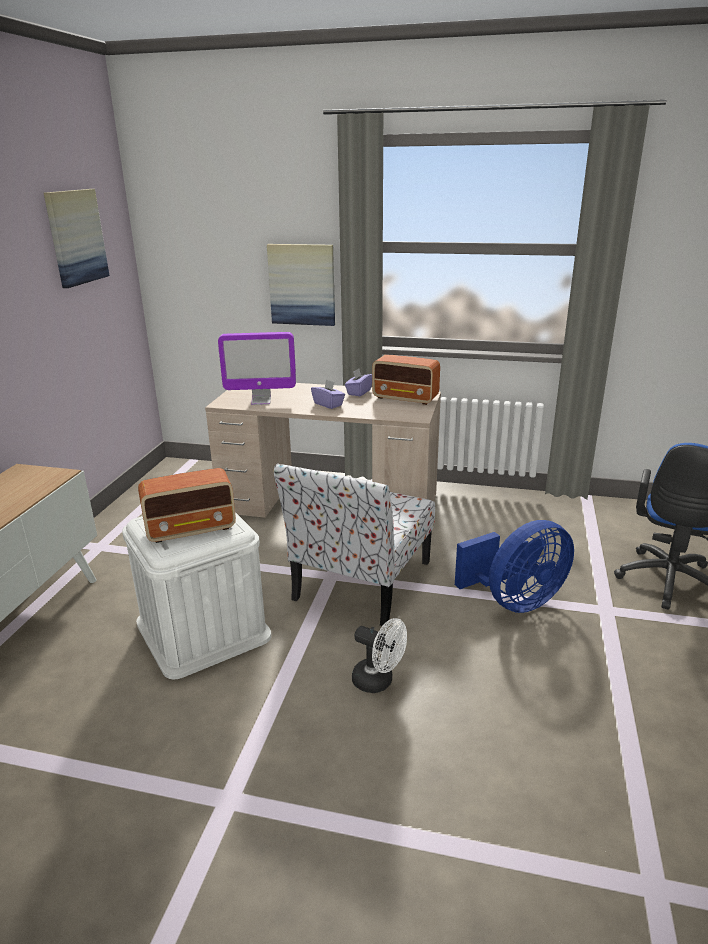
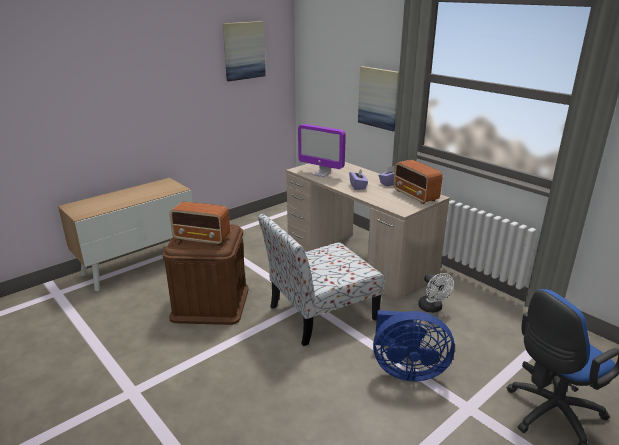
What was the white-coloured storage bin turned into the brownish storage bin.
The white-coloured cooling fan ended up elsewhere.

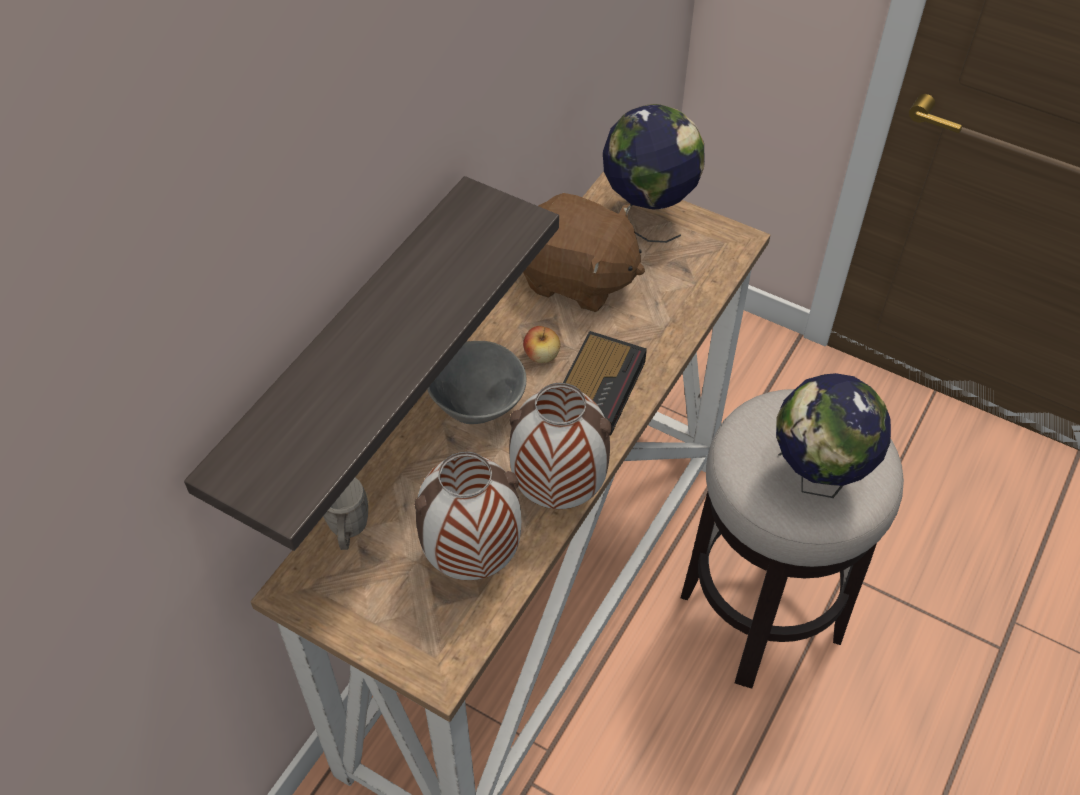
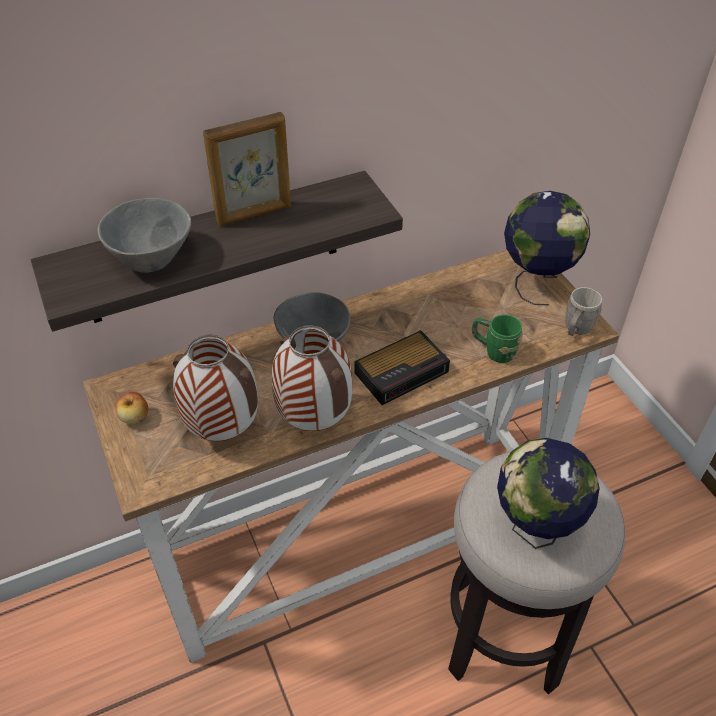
The second view lost the brownish soft toy.
The apple ended up elsewhere.
The greyish coffee mug ended up elsewhere.
The second view gained the photo frame.
The second view gained the greyish serving bowl (no. 1 from left).
The second view gained the greenish coffee mug.

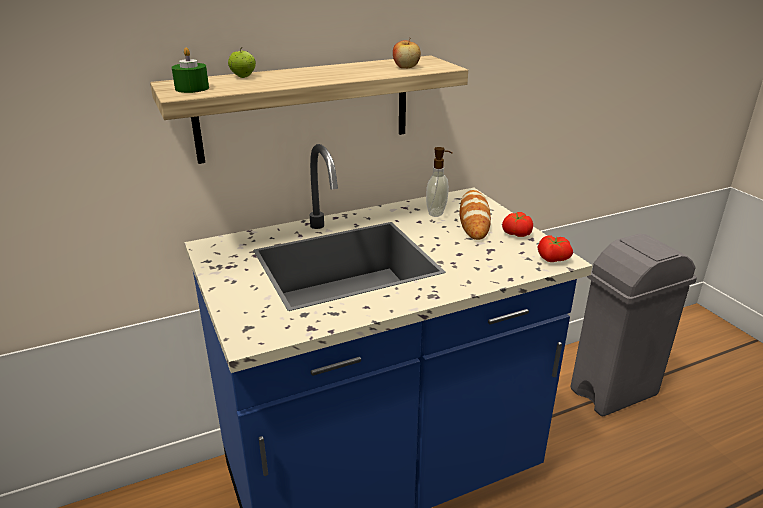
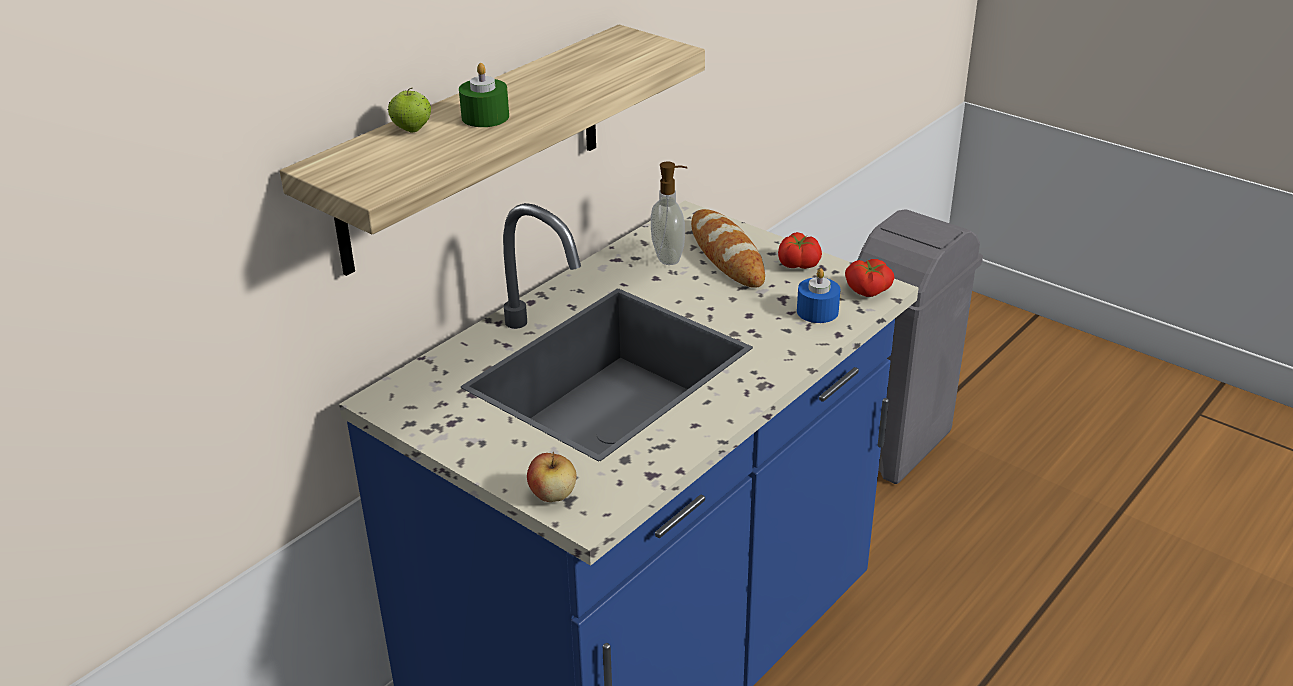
The apple (no. 2 from left) ended up elsewhere.
The greenish wax light ended up elsewhere.
The second view gained the bluish wax light.

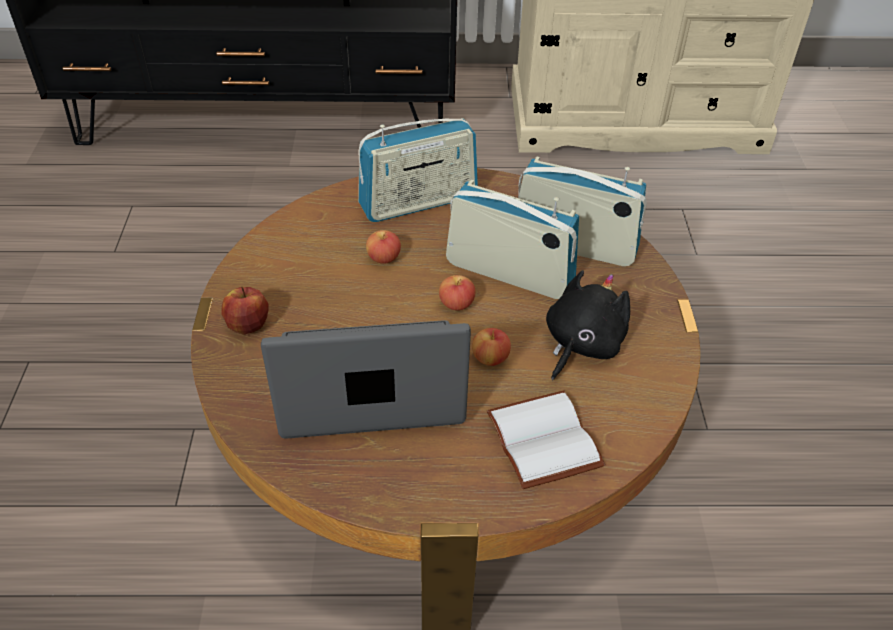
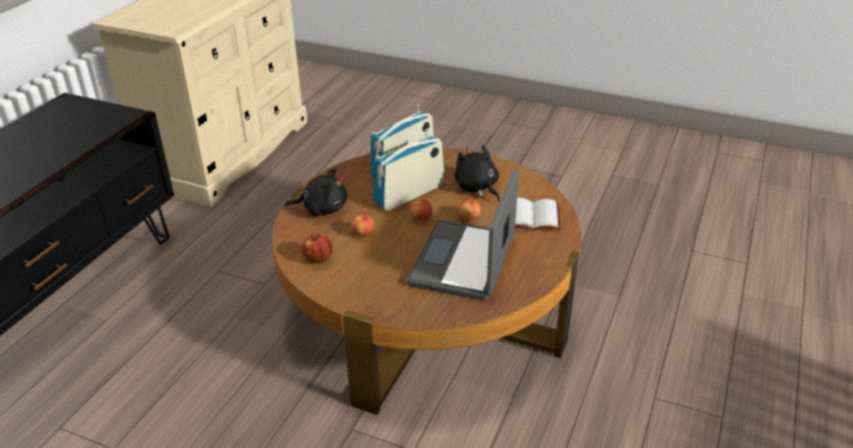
Where the radio (no. 1 from left) stood, the blackish soft toy (no. 1 from left) came to stand.
The apple (no. 1 from left) ended up elsewhere.

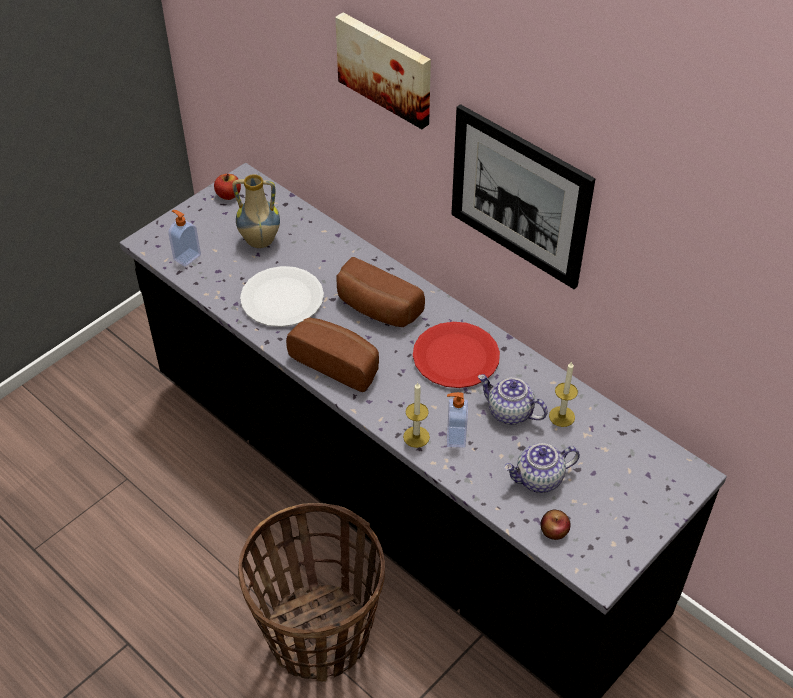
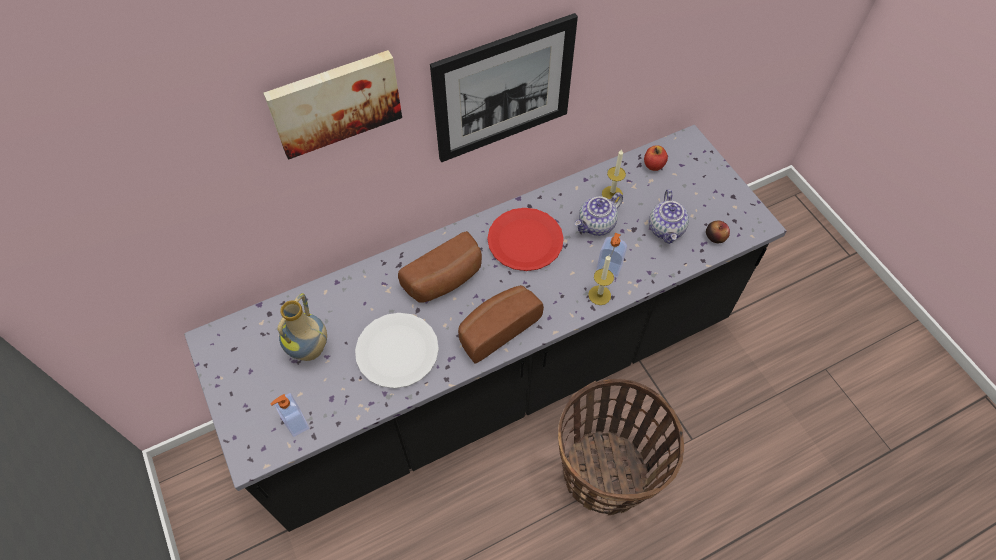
The apple (no. 1 from left) ended up elsewhere.

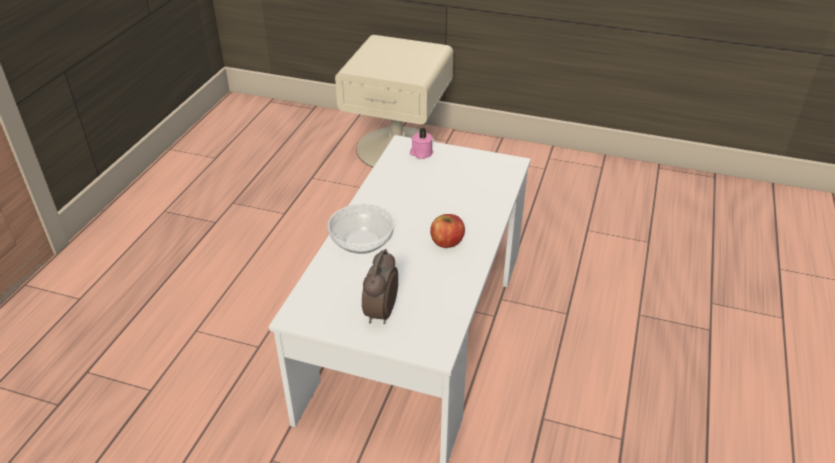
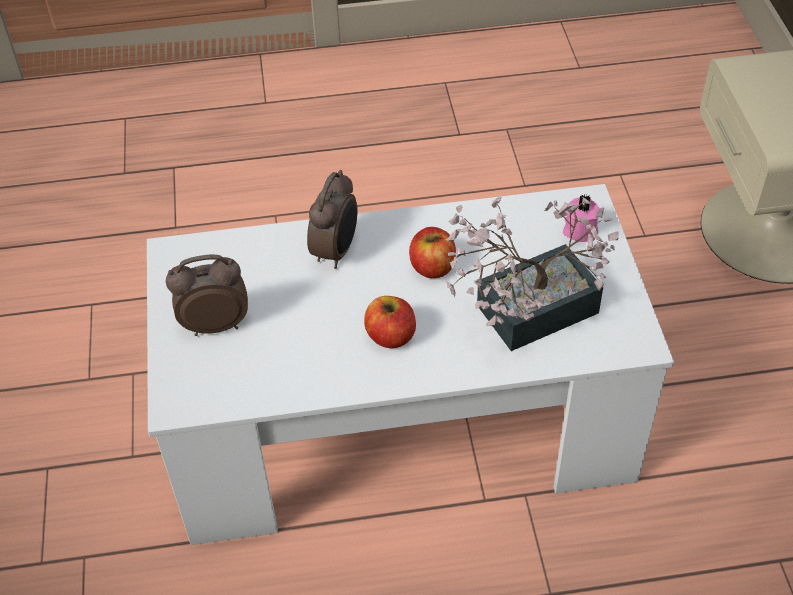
Where the serving bowl stood, the table clock (no. 2 from left) came to stand.
The second view gained the houseplant.
The second view gained the apple (no. 2 from left).

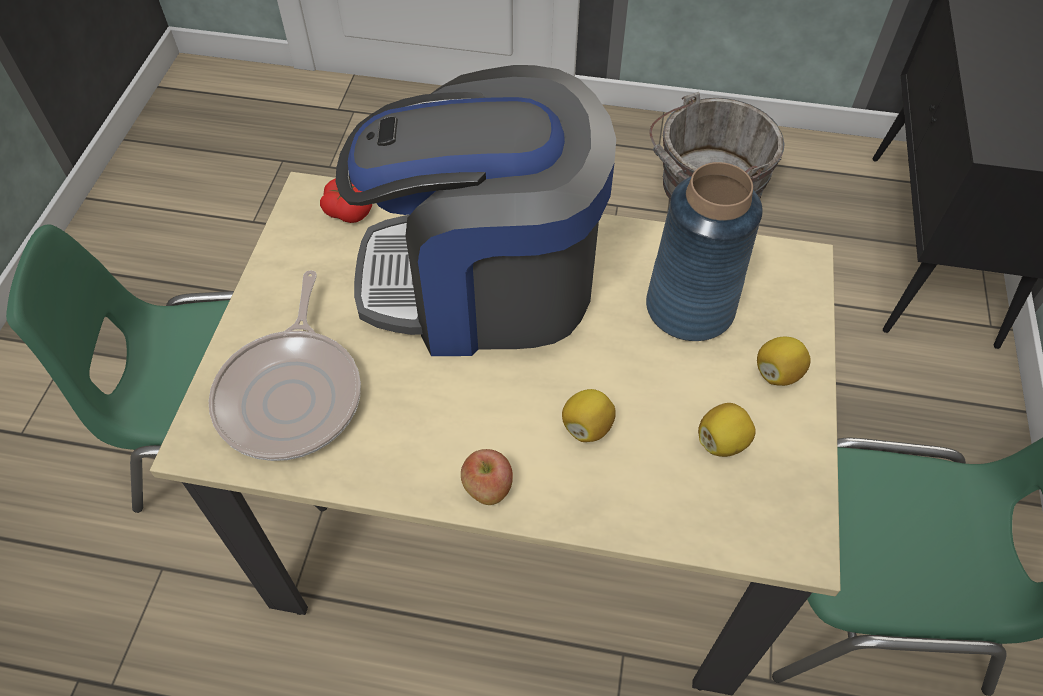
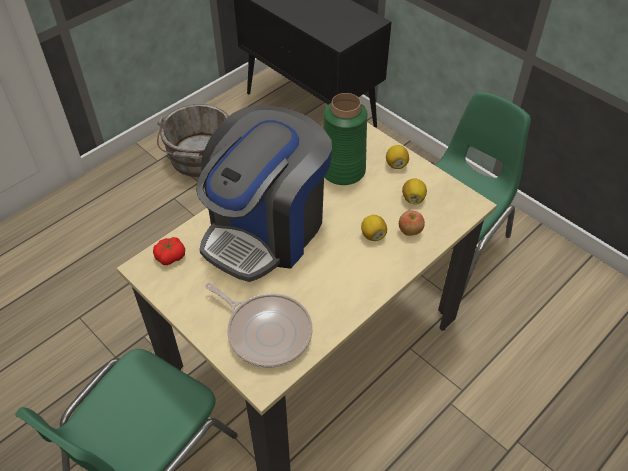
What was the bluish decorative vase turned into the greenish decorative vase.
The apple ended up elsewhere.

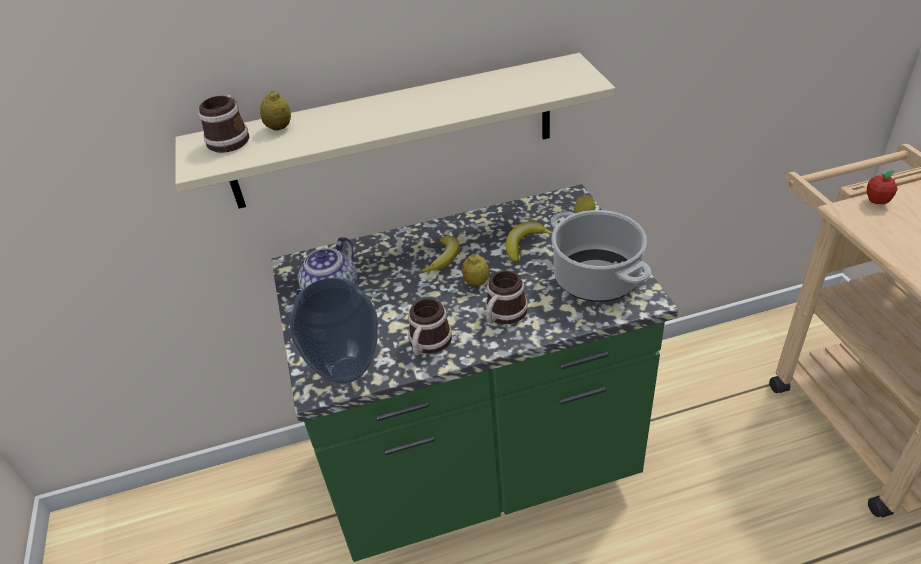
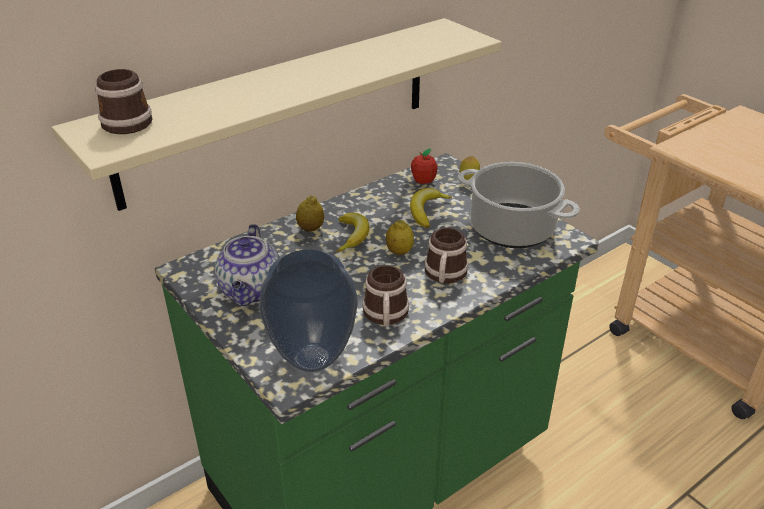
The citrus fruit (no. 1 from left) ended up elsewhere.
The apple ended up elsewhere.

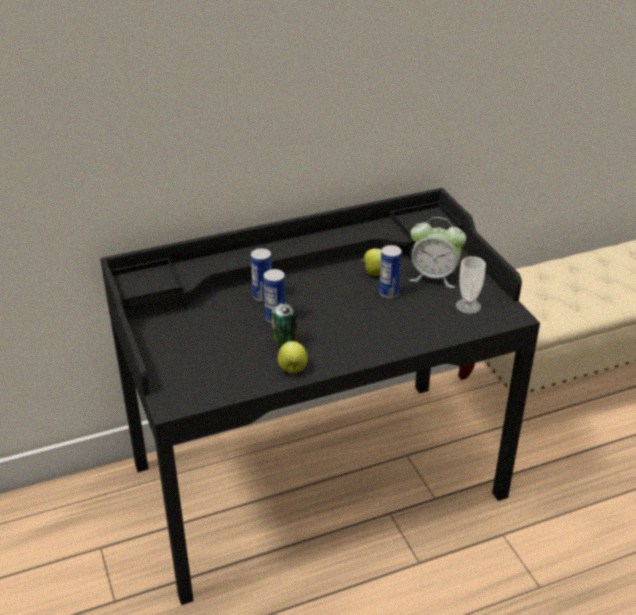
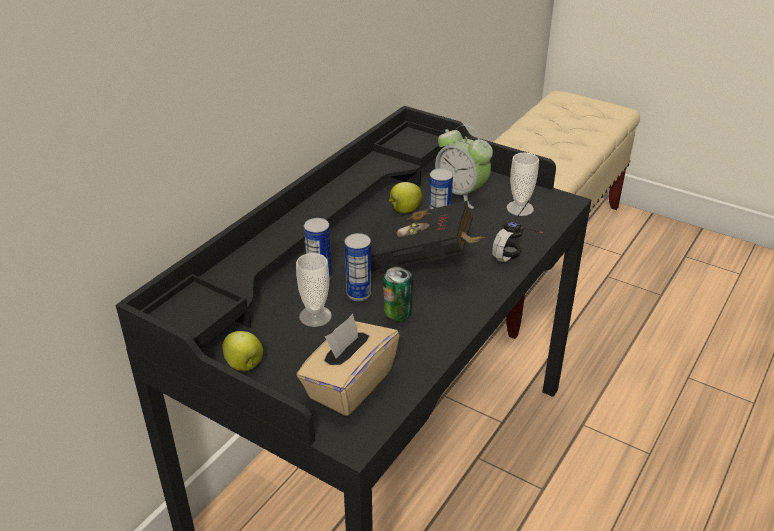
The table clock ended up facing another way, 60 degrees clockwise from before.
The apple (no. 1 from left) ended up elsewhere.
The second view gained the headset.
The second view gained the blackish bound book.
The second view gained the small cup (no. 1 from left).
The second view gained the sand-coloured tissue holder.

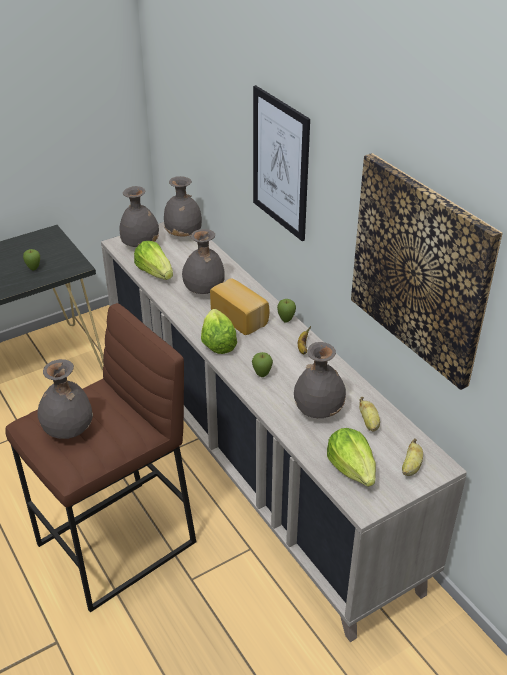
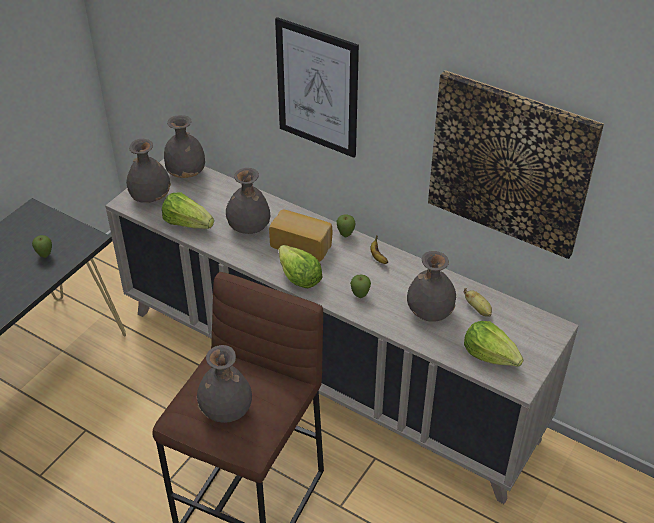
The second view lost the whole banana (no. 3 from left).

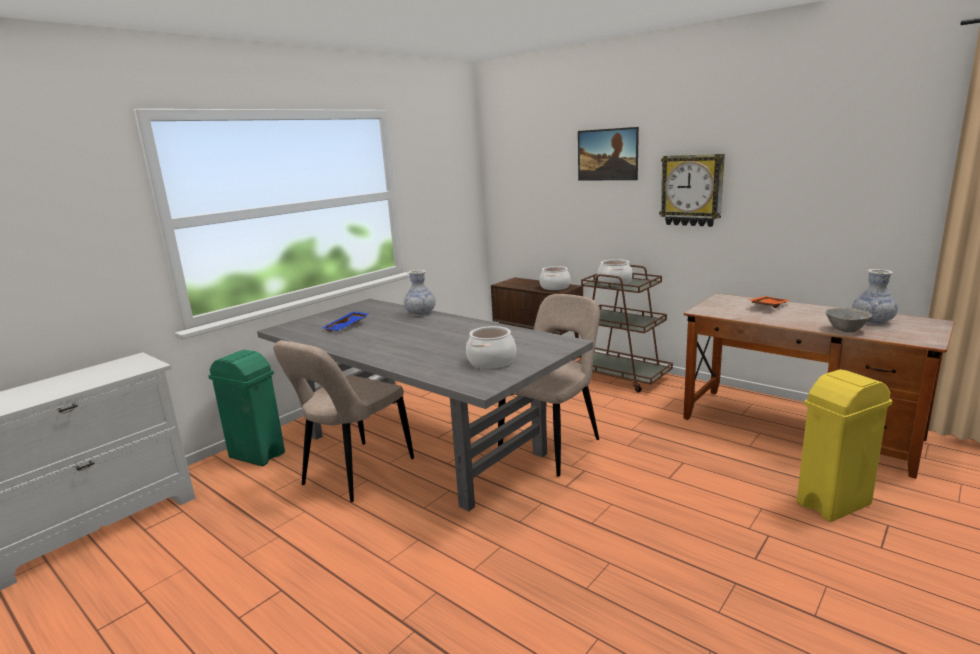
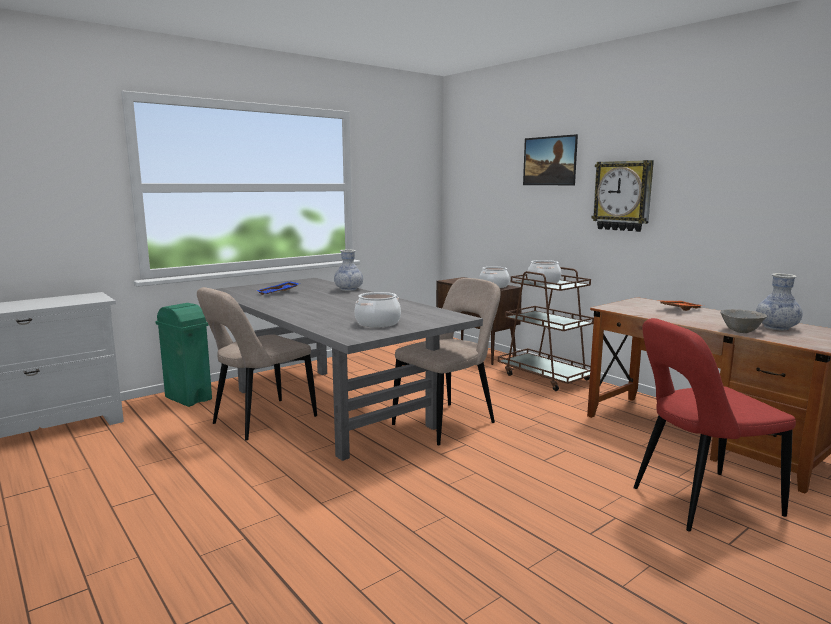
Where the yellowish trash can stood, the reddish plain chair came to stand.

